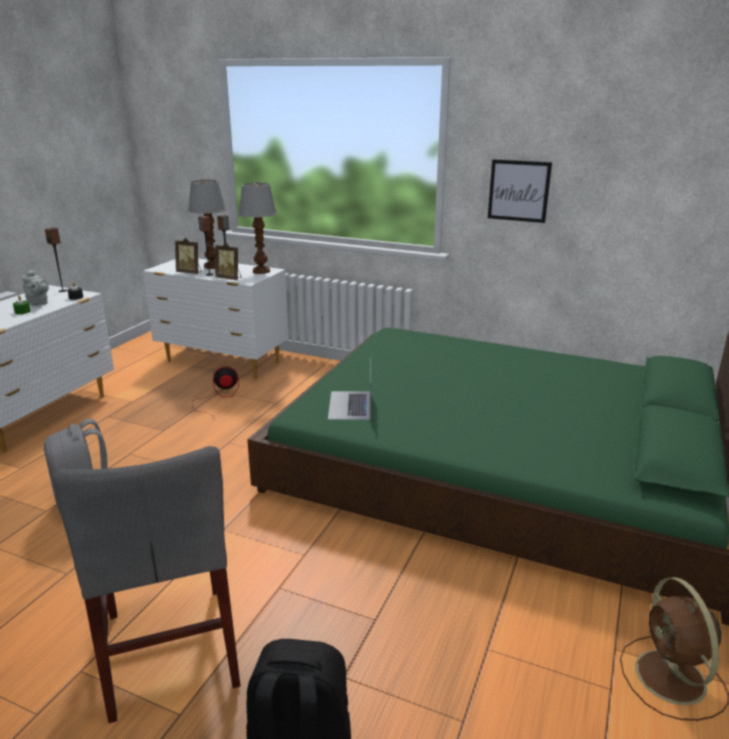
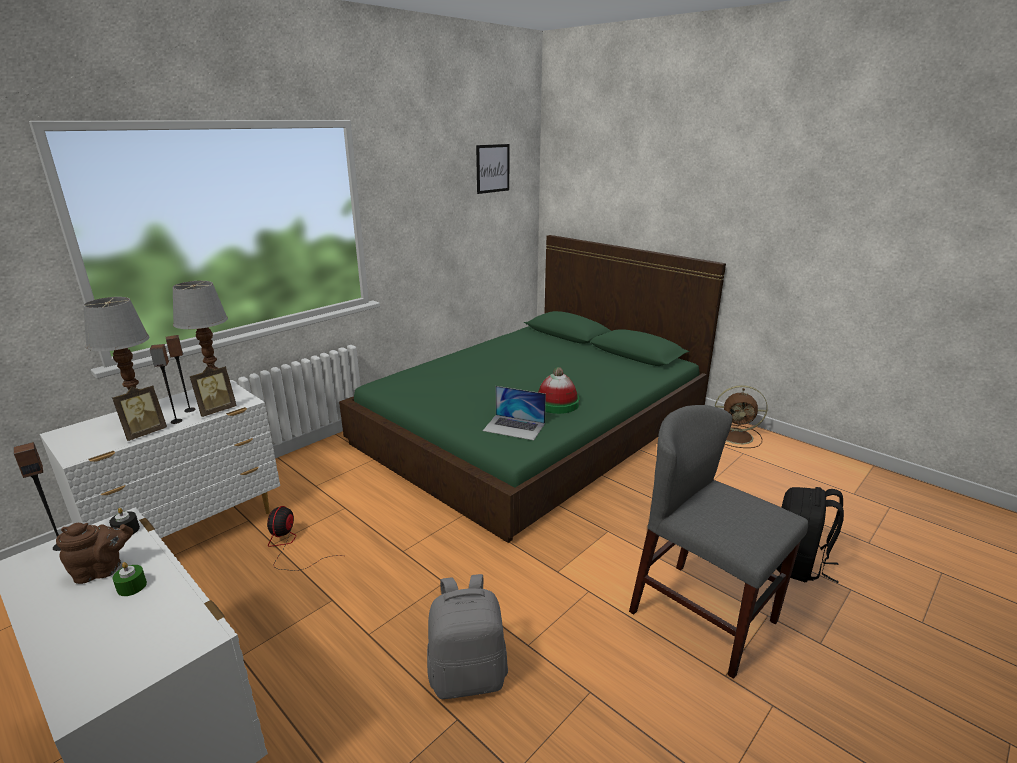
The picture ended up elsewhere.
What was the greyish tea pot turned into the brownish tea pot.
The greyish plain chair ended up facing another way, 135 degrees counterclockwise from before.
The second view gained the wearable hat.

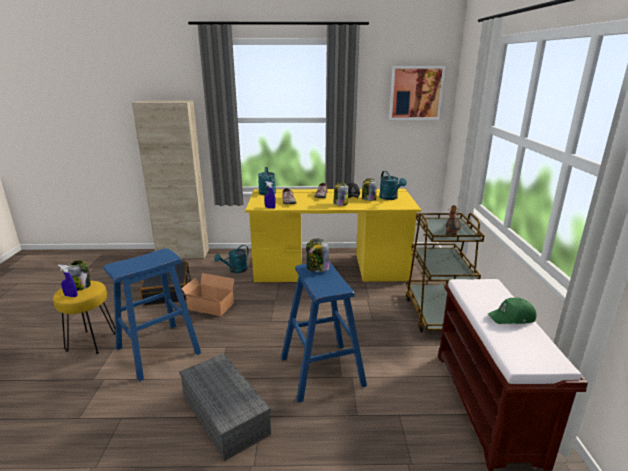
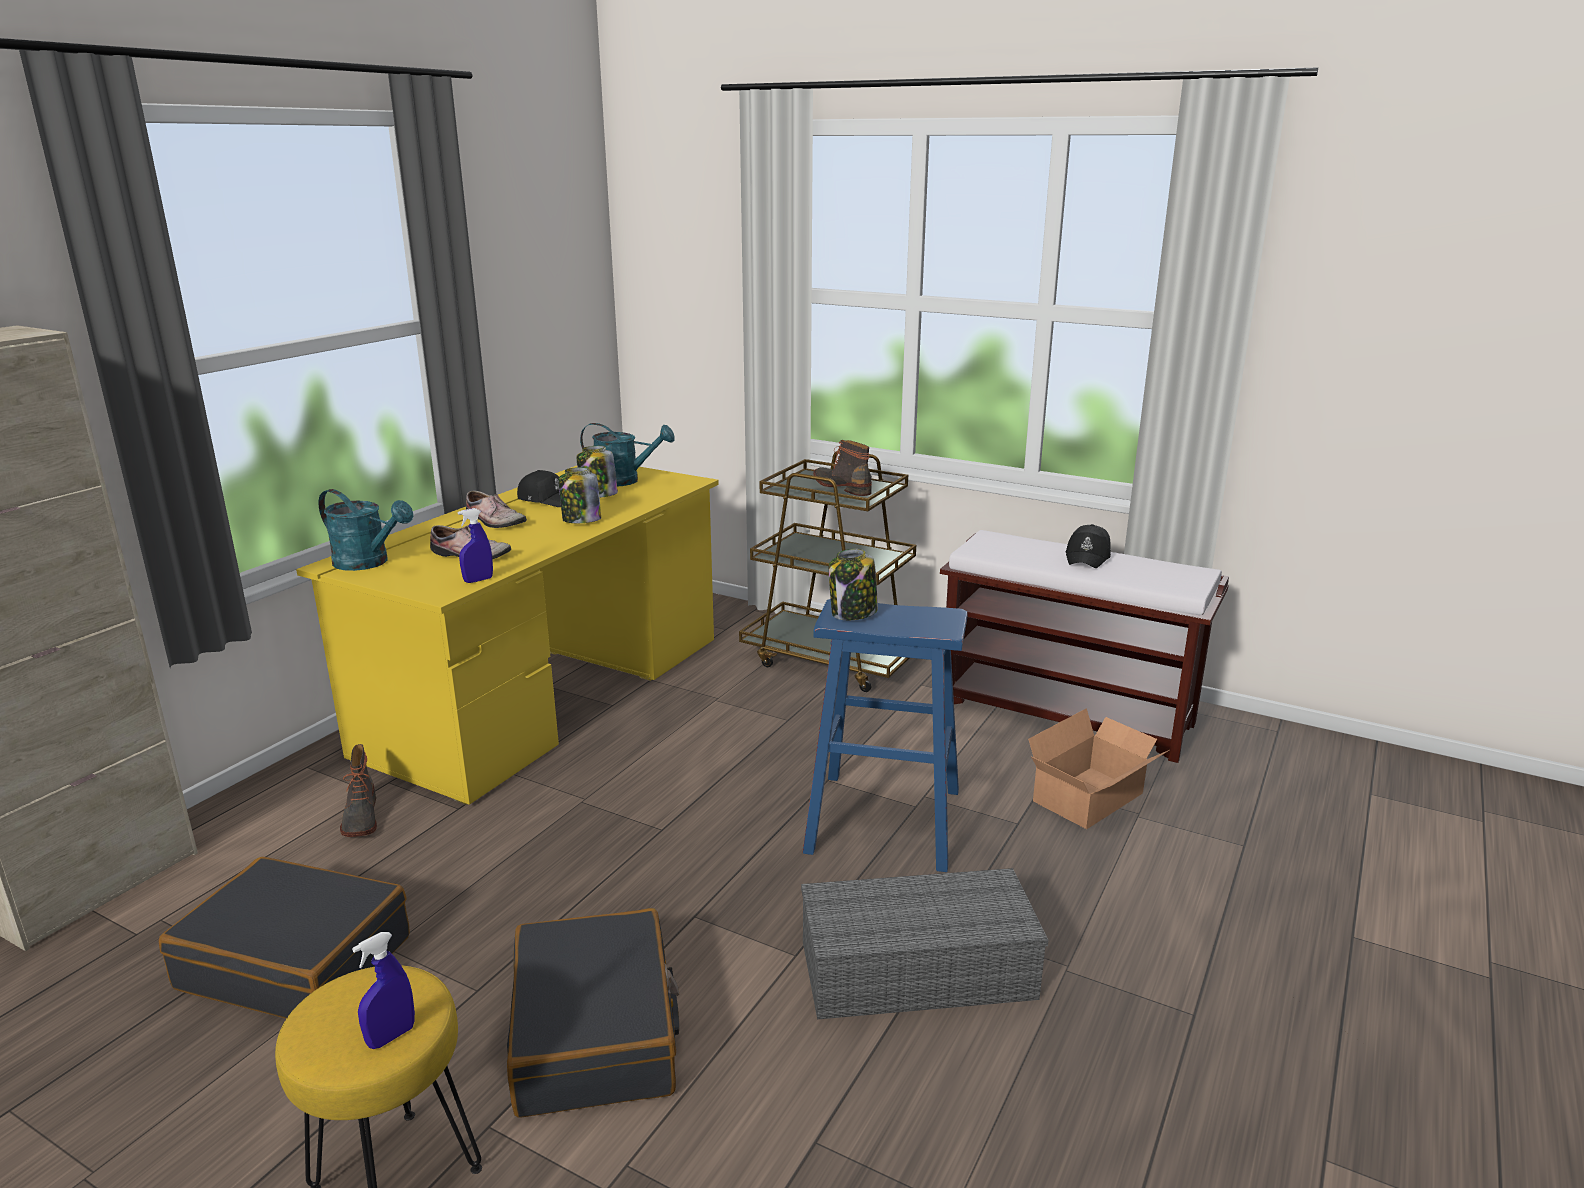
The second view lost the picture.
Where the turquoise-coloured watering pot (no. 1 from left) stood, the high-top boot (no. 1 from left) came to stand.
Where the bluish sitting stool (no. 1 from left) stood, the blackish suitcase (no. 2 from left) came to stand.
The second view lost the preserve jar (no. 1 from left).
The cardboard box ended up elsewhere.
What was the greenish cap turned into the blackish cap (no. 2 from left).

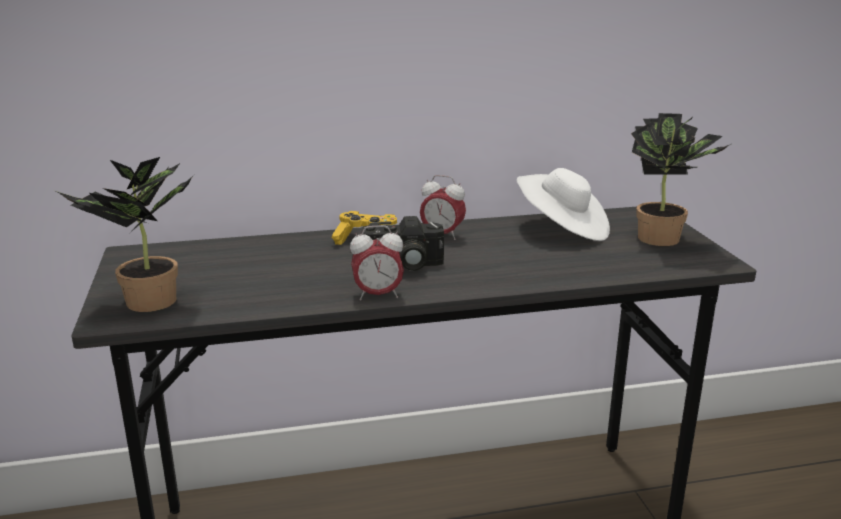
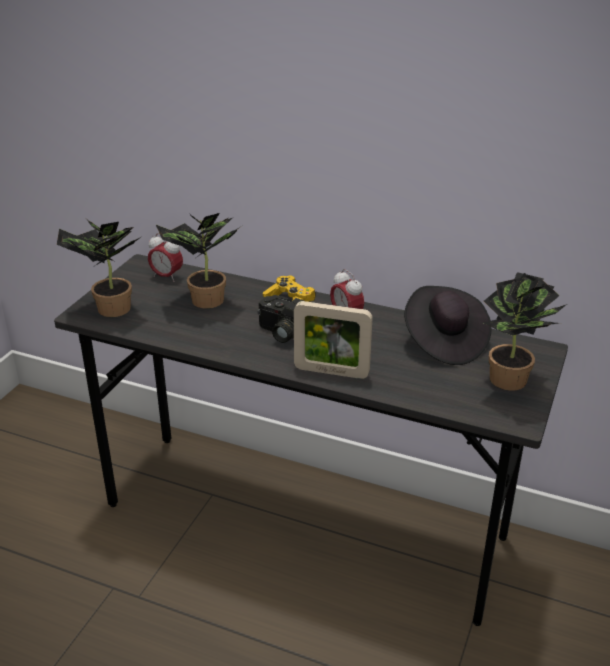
What was the white-coloured wearable hat turned into the blackish wearable hat.
The table clock (no. 1 from left) ended up elsewhere.
The second view gained the houseplant (no. 2 from left).
The second view gained the photo frame.

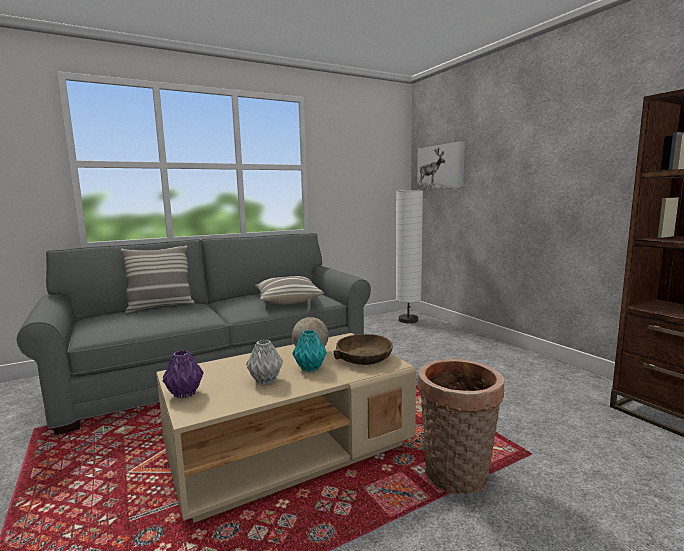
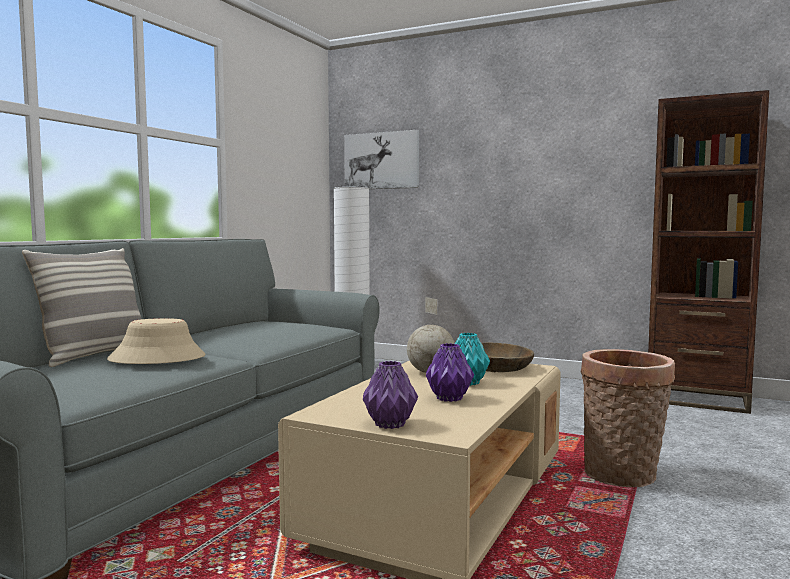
The second view lost the cushion (no. 2 from left).
What was the greyish decorative vase turned into the purplish decorative vase (no. 2 from left).
The second view gained the sand-coloured wearable hat.

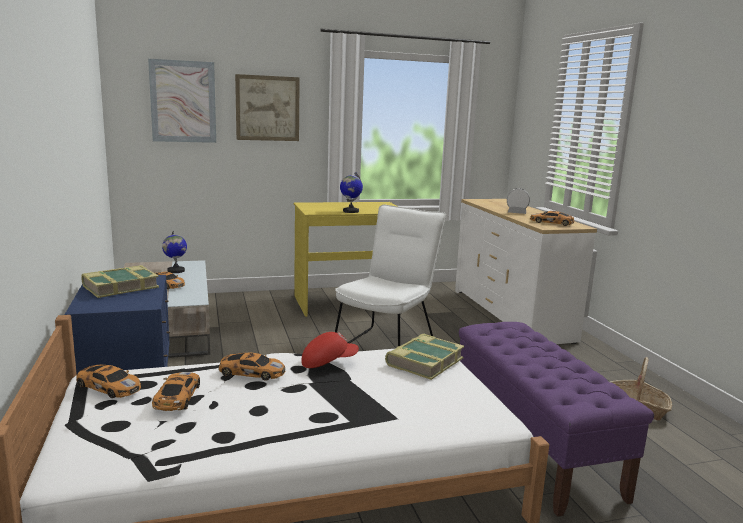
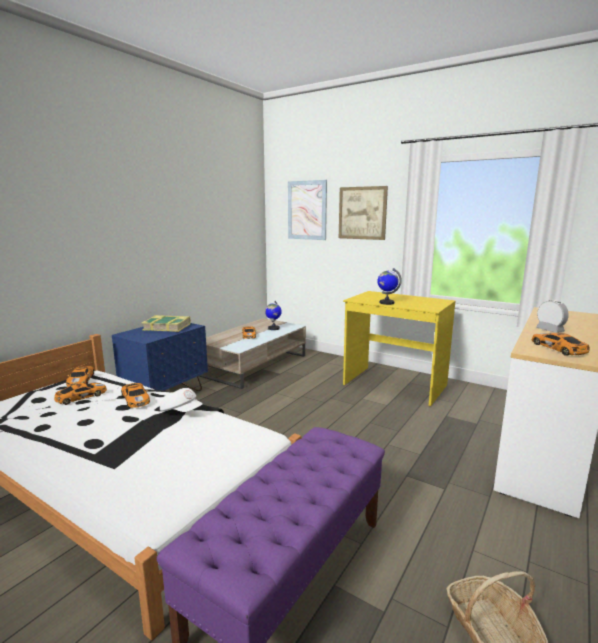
The second view lost the white-coloured plain chair.
What was the reddish cap turned into the white-coloured cap.
The second view lost the bound book (no. 2 from left).

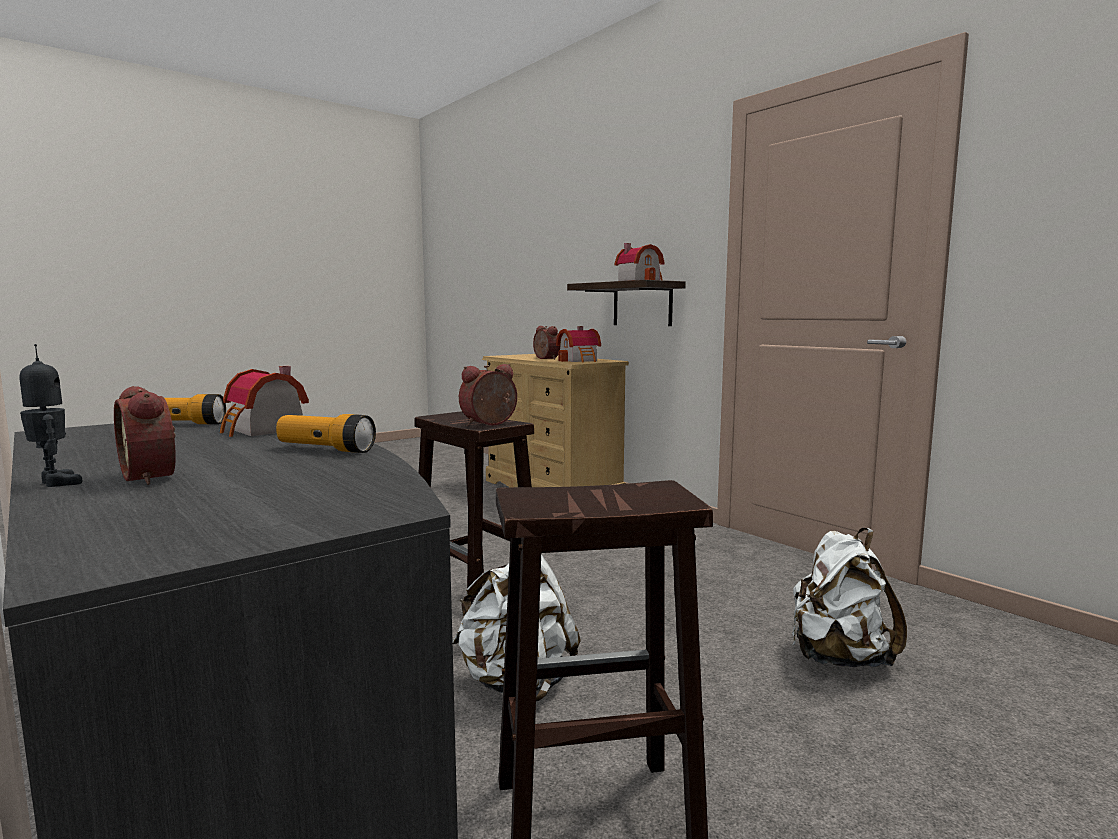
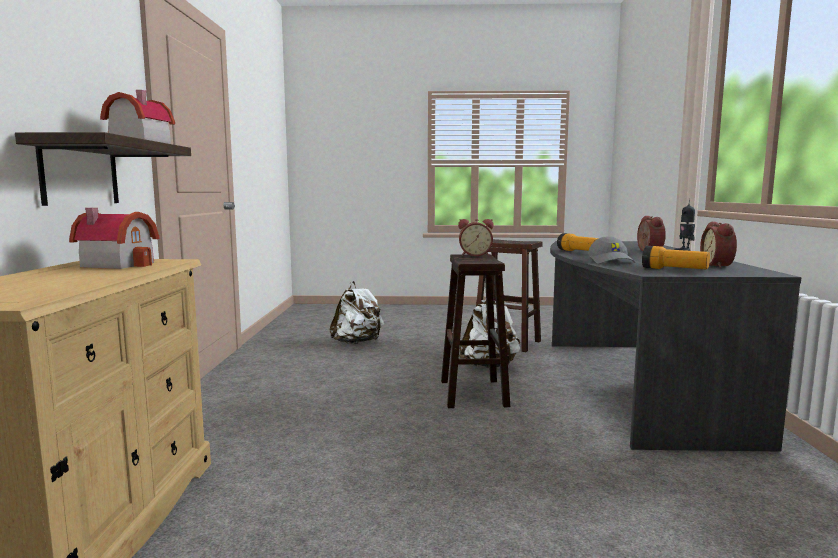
The table clock (no. 3 from left) ended up elsewhere.
Where the miniature house (no. 1 from left) stood, the greyish cap came to stand.

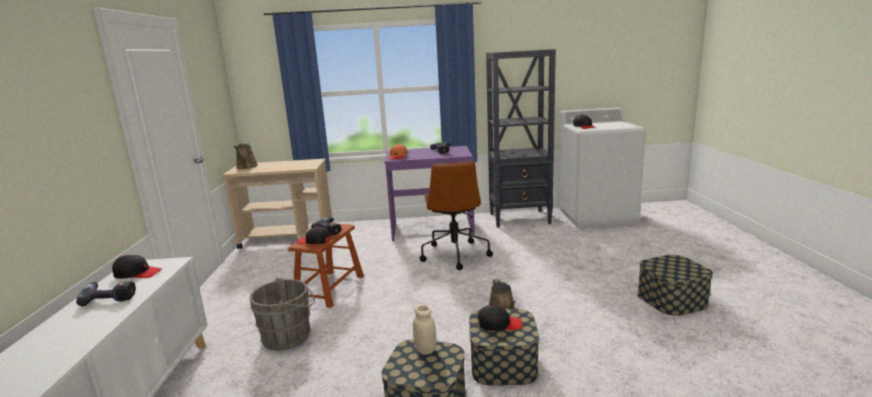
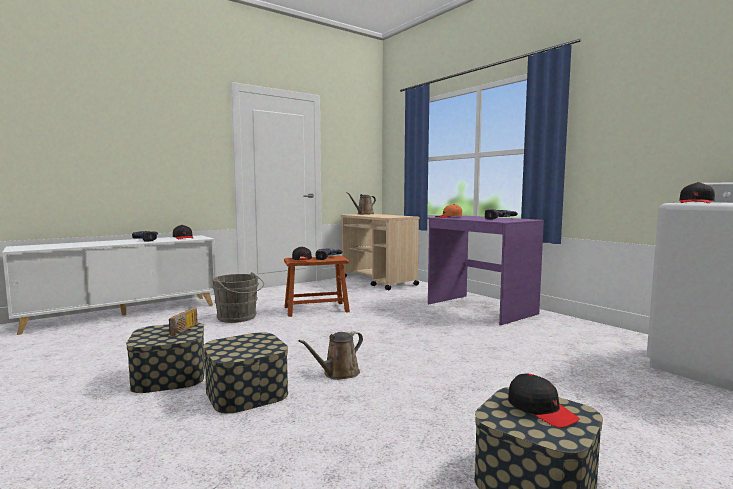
The second view lost the blackish bookshelf.
The second view lost the brownish office chair.
Where the sand-coloured preserve jar stood, the radio came to stand.
The blackish cap (no. 3 from left) ended up elsewhere.

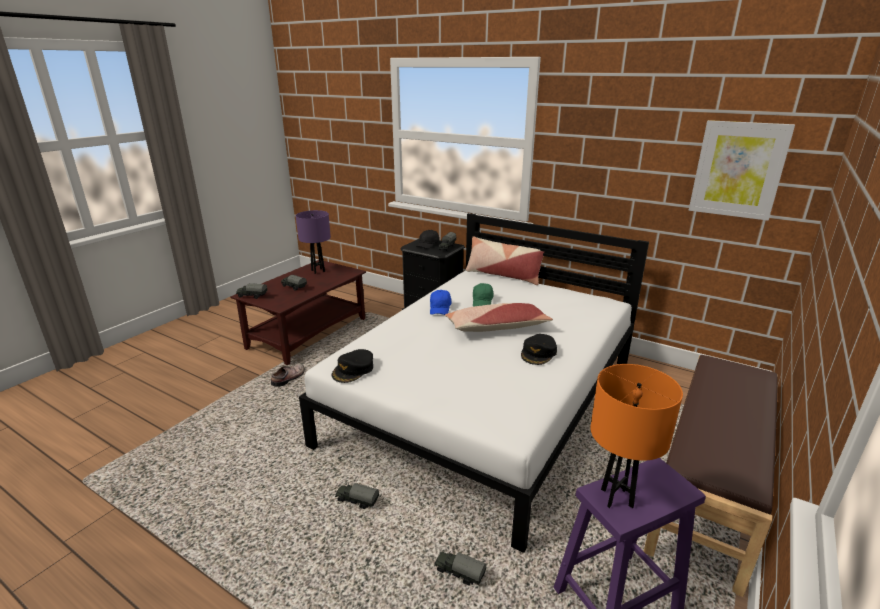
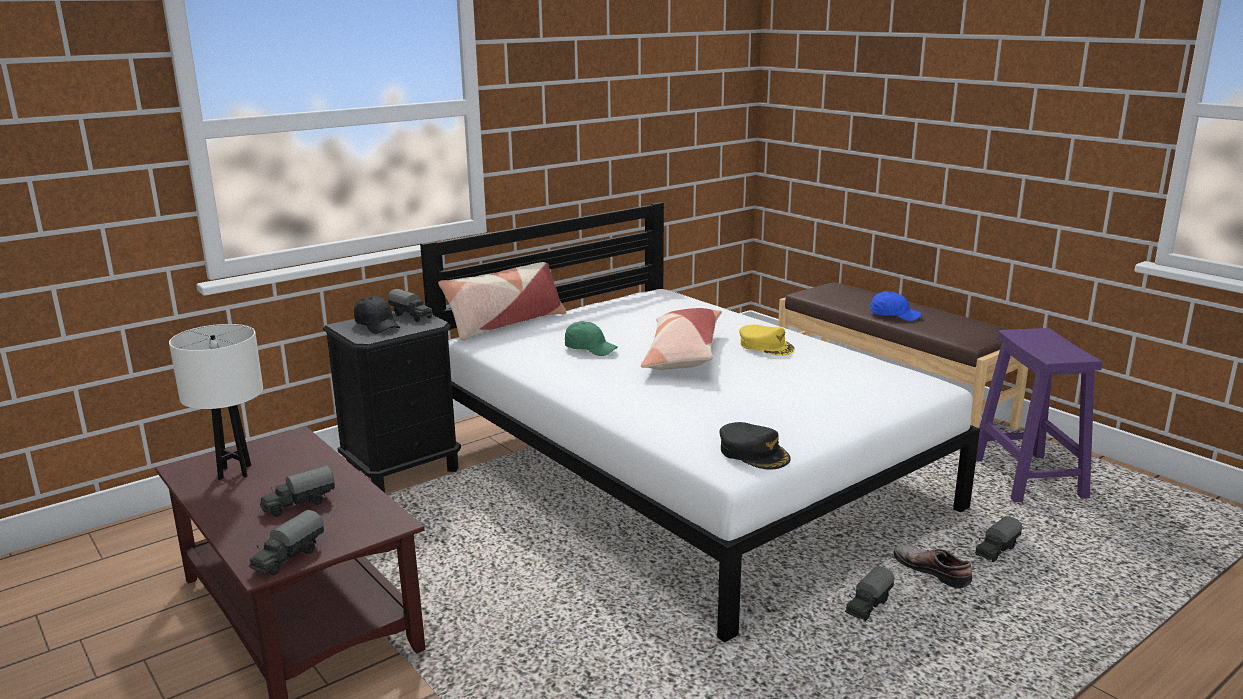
The second view lost the picture.
What was the purplish lamp for a table turned into the white-coloured lamp for a table.
The bluish cap ended up elsewhere.
What was the blackish cap (no. 3 from left) turned into the yellowish cap.
The shoe ended up elsewhere.
The second view lost the orange-coloured lamp for a table.

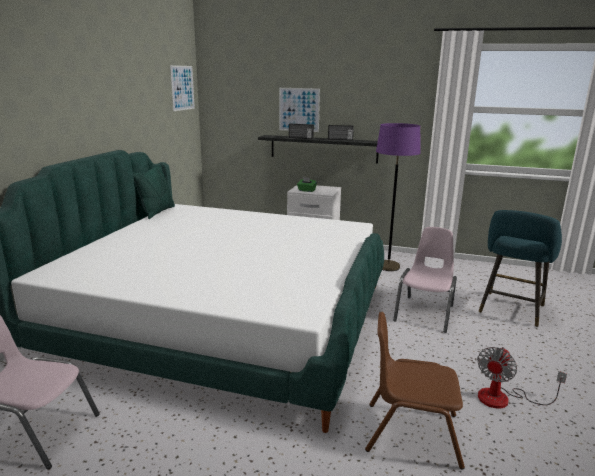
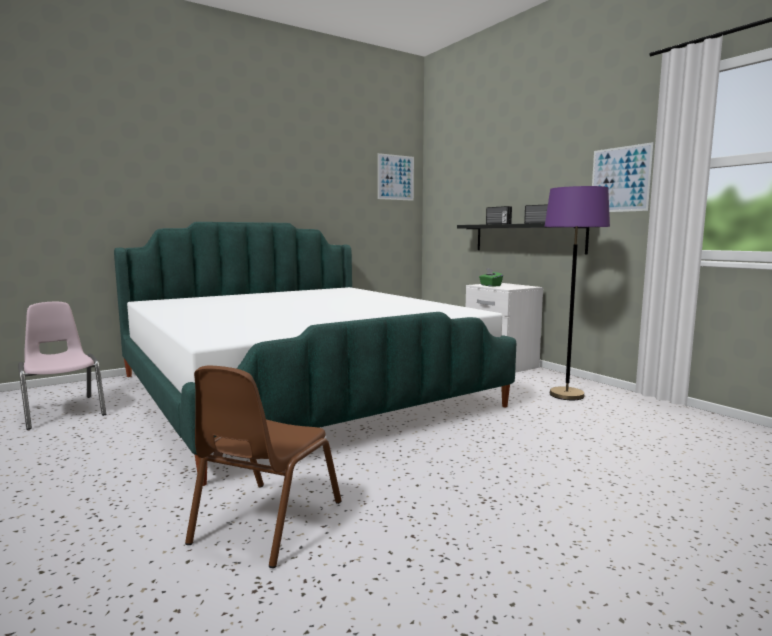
The picture (no. 2 from left) ended up elsewhere.
The second view lost the greenish cushion.
The second view lost the turquoise-coloured sitting stool.
The second view lost the pink plain chair (no. 2 from left).
The brownish plain chair ended up facing another way, 120 degrees counterclockwise from before.
The second view lost the cooling fan.

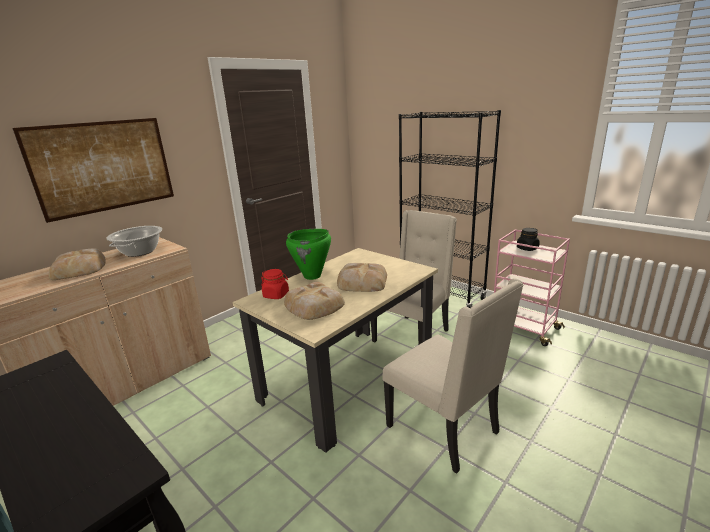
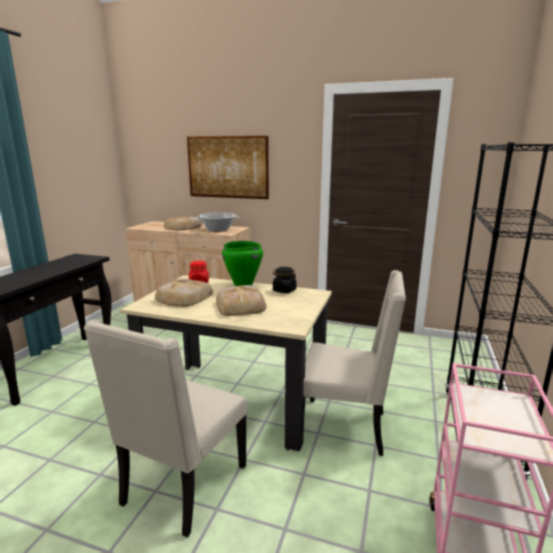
The blackish preserve jar ended up elsewhere.

